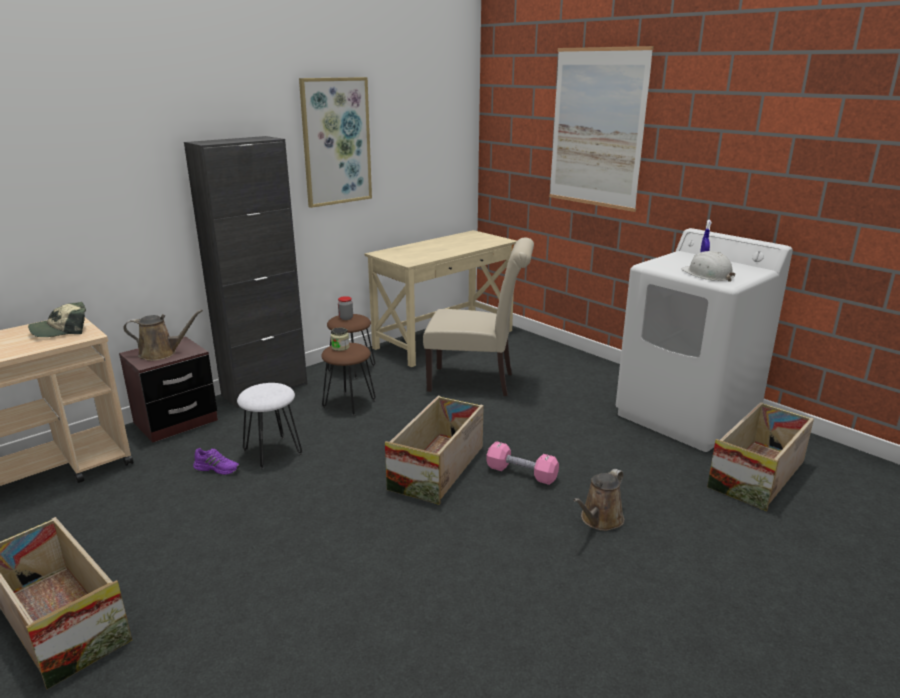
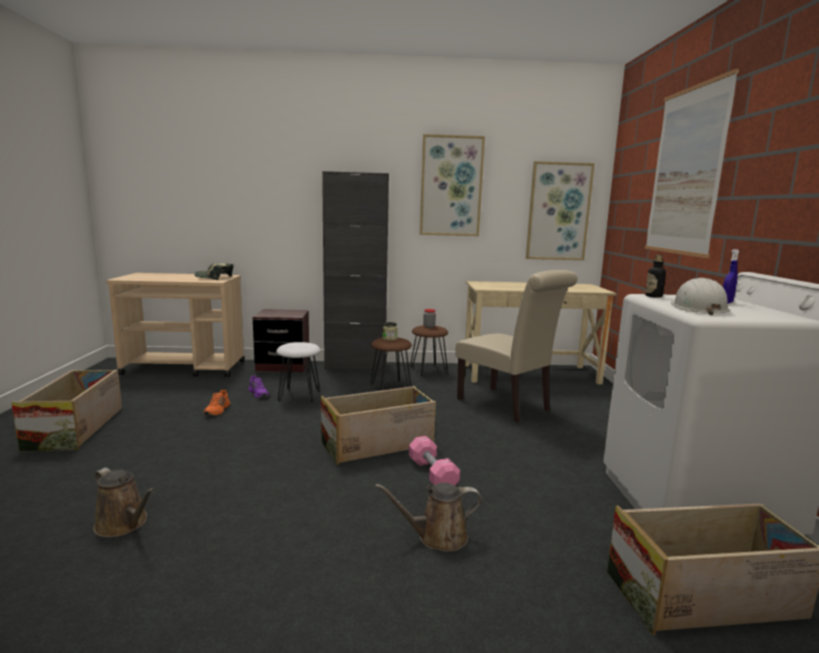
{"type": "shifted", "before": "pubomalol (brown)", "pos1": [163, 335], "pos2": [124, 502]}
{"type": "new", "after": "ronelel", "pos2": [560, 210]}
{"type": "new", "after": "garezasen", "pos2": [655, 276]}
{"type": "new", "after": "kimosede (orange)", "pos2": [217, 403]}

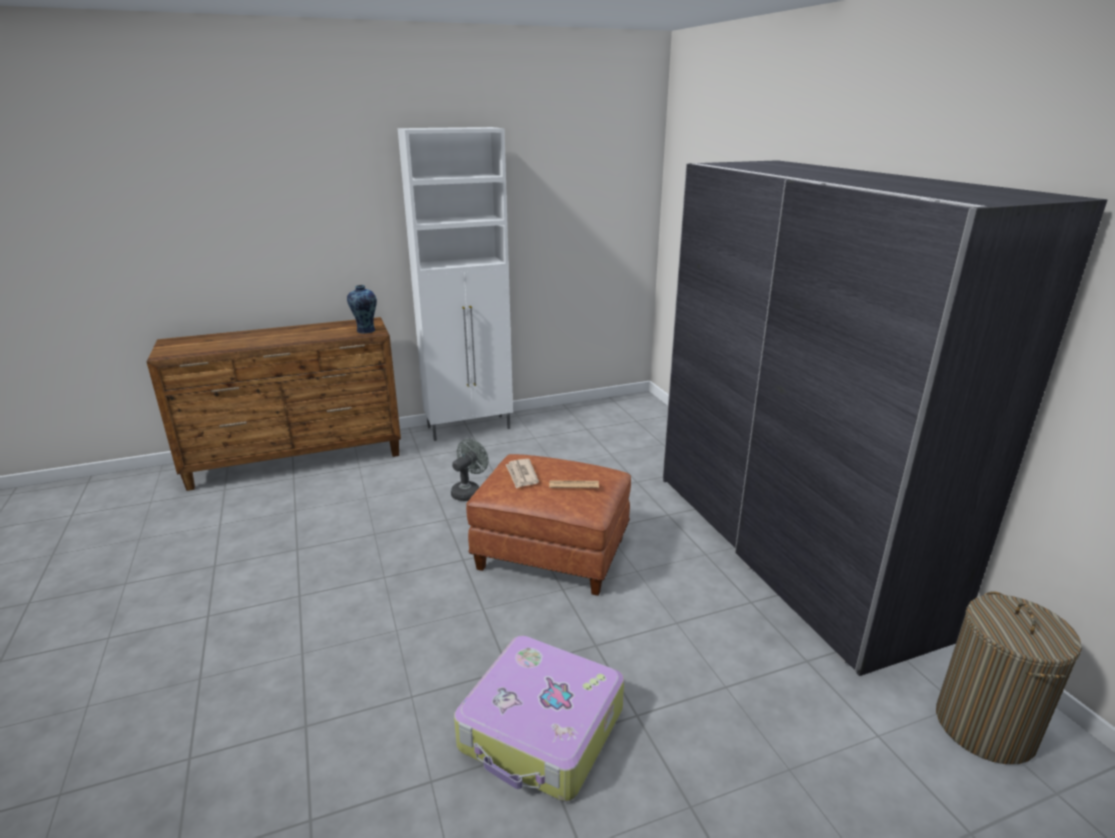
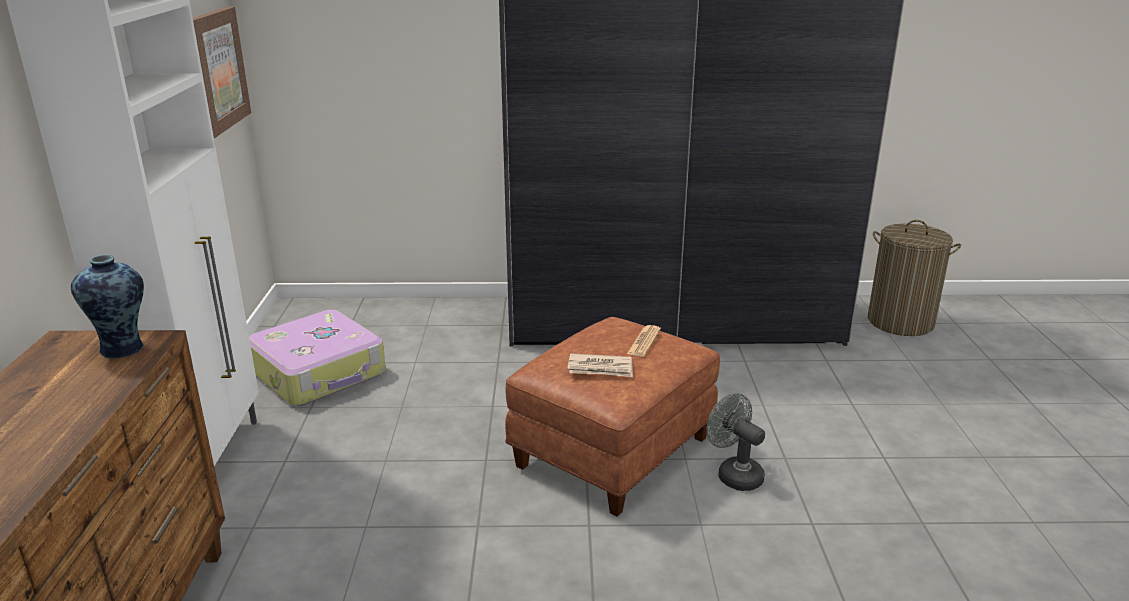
{"type": "shifted", "before": "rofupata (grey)", "pos1": [469, 470], "pos2": [735, 442]}
{"type": "shifted", "before": "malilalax", "pos1": [539, 718], "pos2": [317, 358]}
{"type": "new", "after": "ronelel", "pos2": [222, 72]}

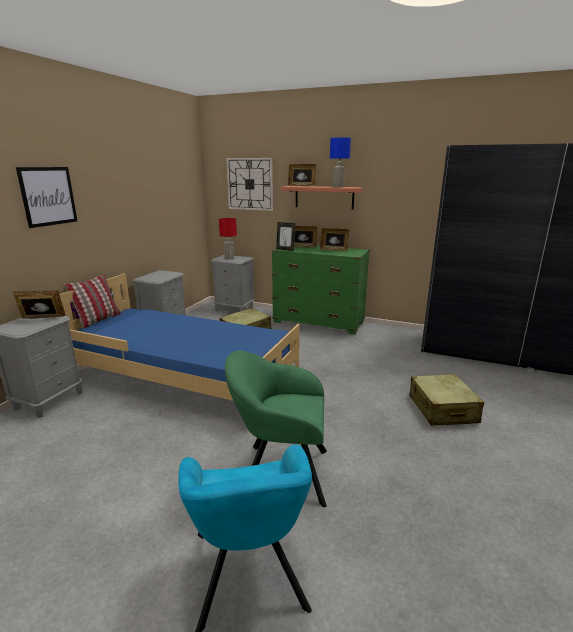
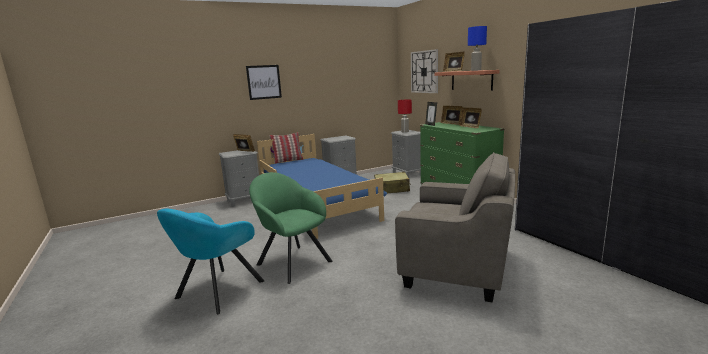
{"type": "swapped", "before": "malilalax (beige)", "after": "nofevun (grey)", "pos1": [446, 400], "pos2": [455, 227]}

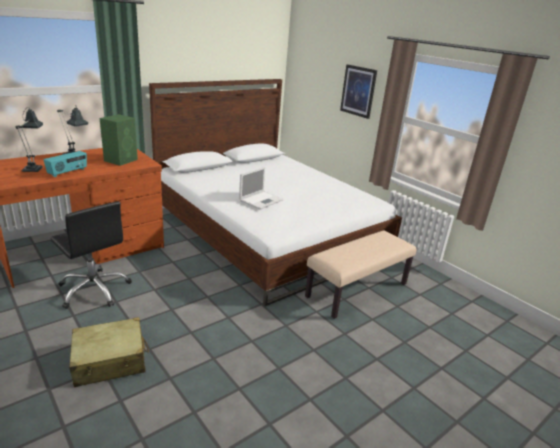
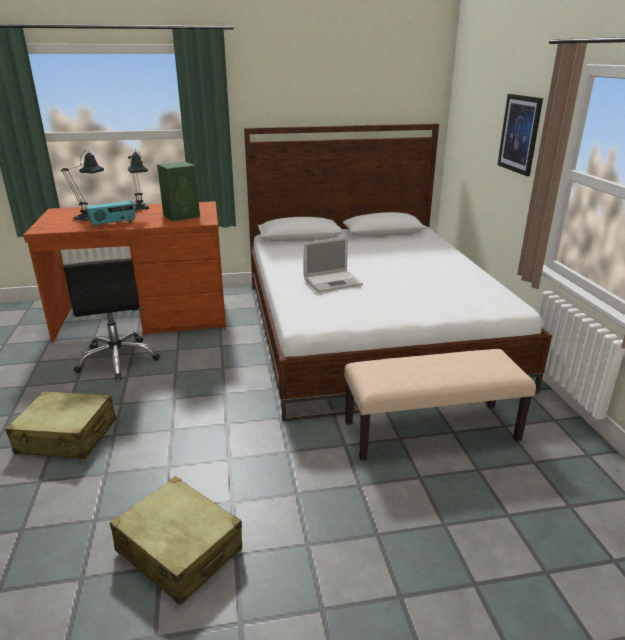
{"type": "new", "after": "malilalax (beige)", "pos2": [176, 540]}

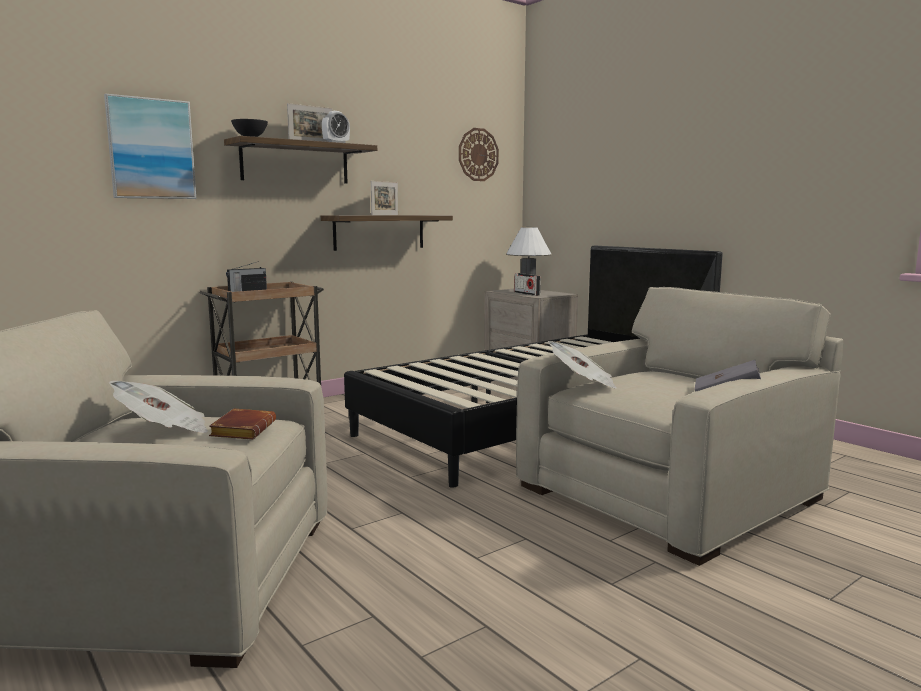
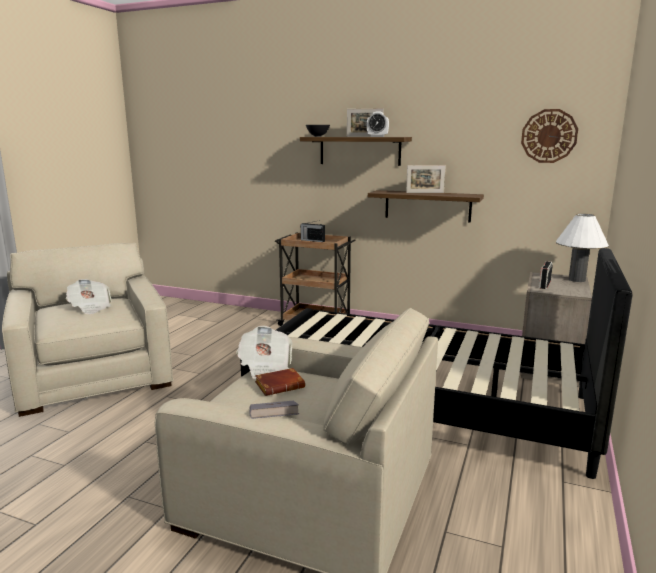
{"type": "gone", "before": "ronelel", "pos1": [150, 146]}
{"type": "shifted", "before": "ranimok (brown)", "pos1": [242, 424], "pos2": [280, 382]}

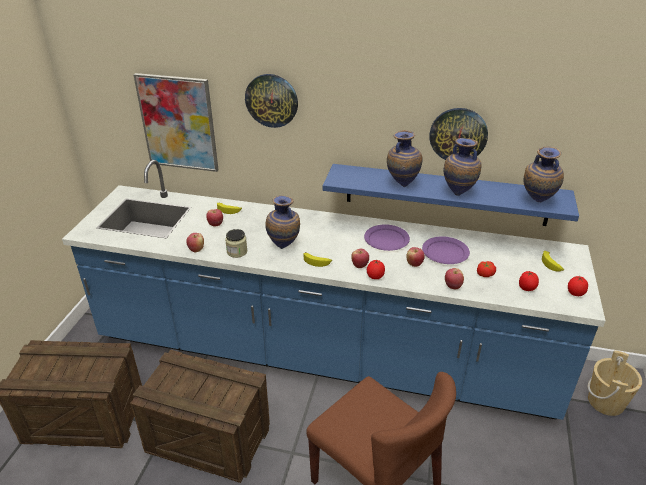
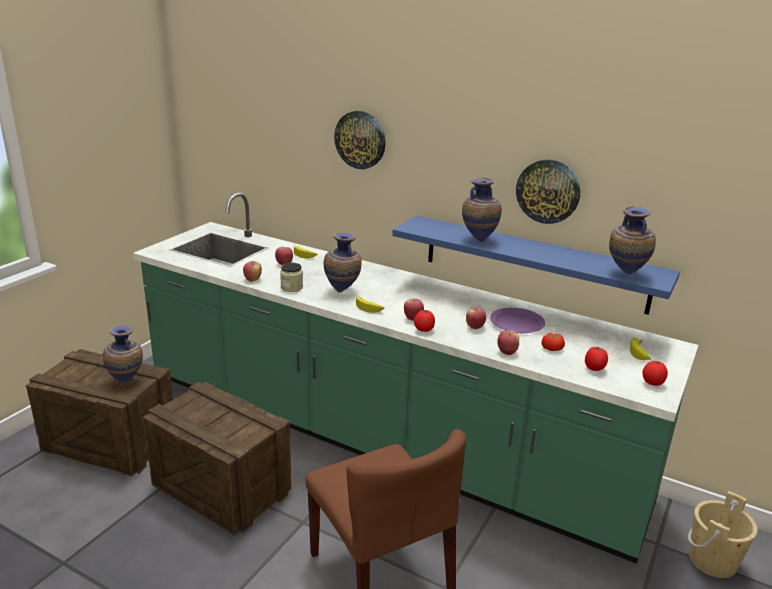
{"type": "gone", "before": "ronelel", "pos1": [175, 122]}
{"type": "shifted", "before": "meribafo", "pos1": [462, 167], "pos2": [123, 354]}
{"type": "repainted", "before": "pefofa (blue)", "after": "pefofa (green)", "pos1": [333, 290], "pos2": [415, 378]}
{"type": "gone", "before": "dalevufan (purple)", "pos1": [387, 237]}

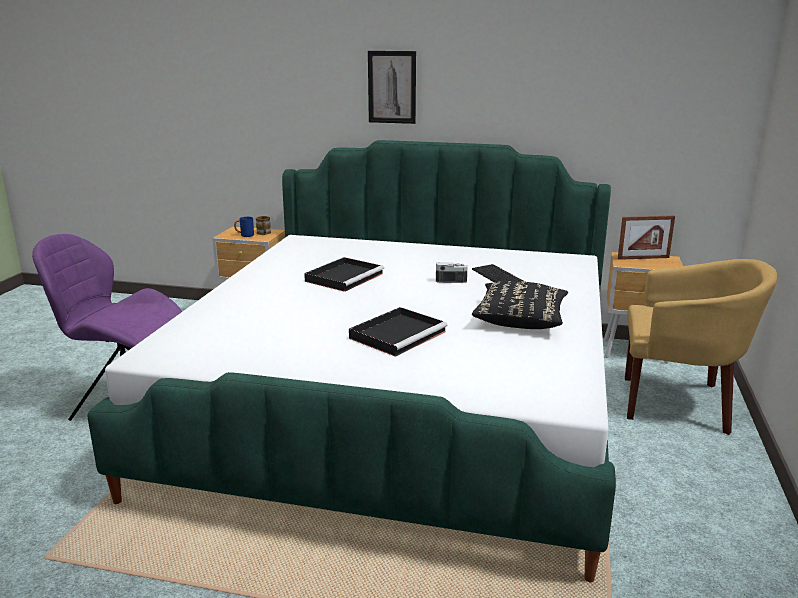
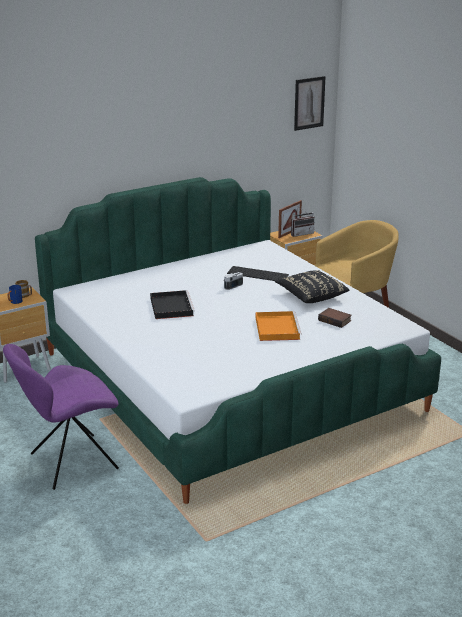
{"type": "shifted", "before": "ronelel", "pos1": [392, 87], "pos2": [310, 103]}
{"type": "repainted", "before": "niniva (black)", "after": "niniva (orange)", "pos1": [398, 332], "pos2": [279, 326]}
{"type": "new", "after": "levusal", "pos2": [303, 222]}
{"type": "new", "after": "ranimok", "pos2": [335, 318]}

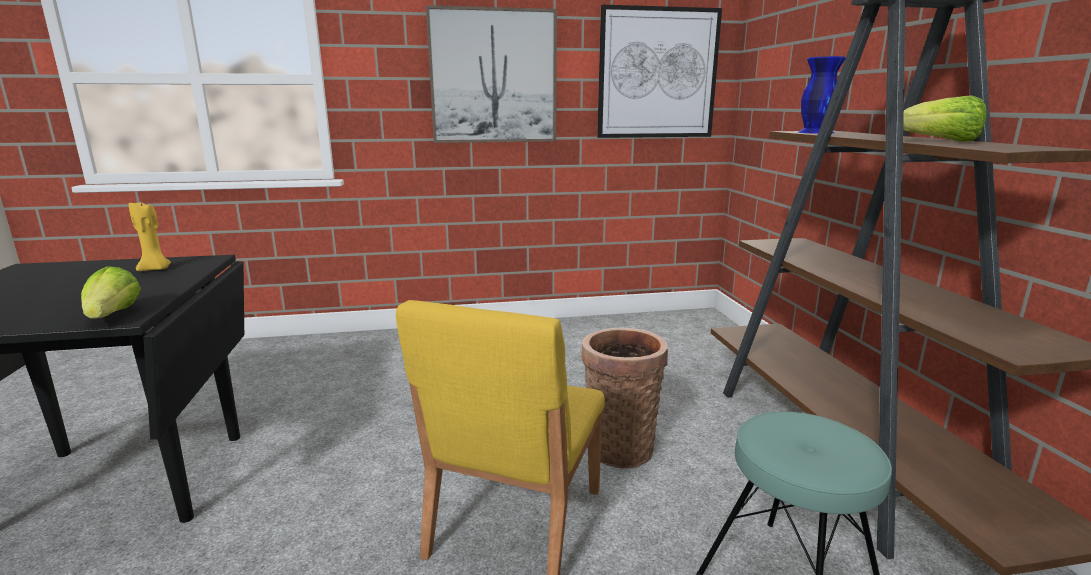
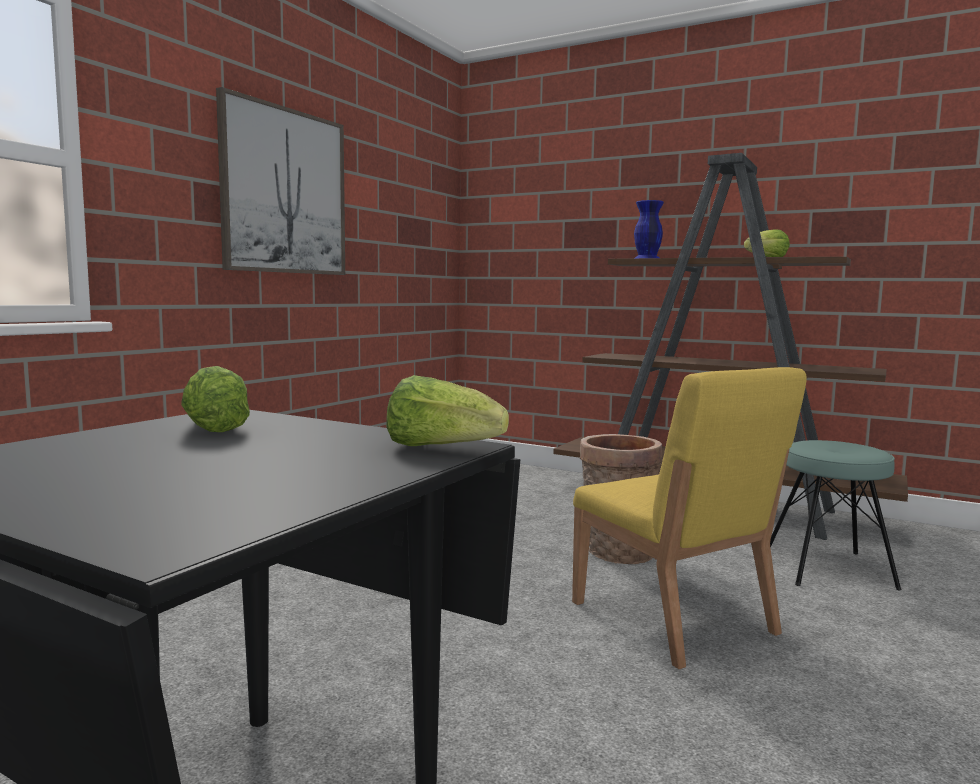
{"type": "gone", "before": "ronelel", "pos1": [659, 71]}
{"type": "swapped", "before": "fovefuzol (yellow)", "after": "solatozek", "pos1": [150, 235], "pos2": [215, 399]}

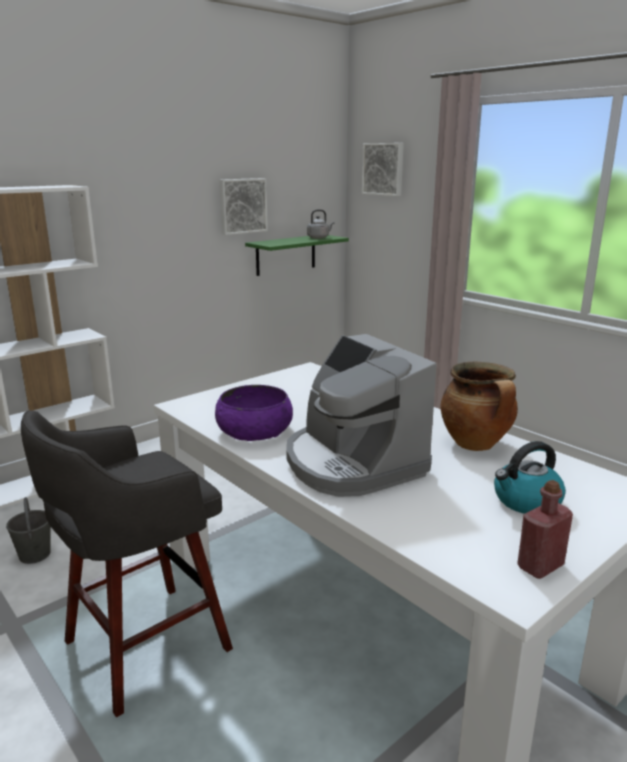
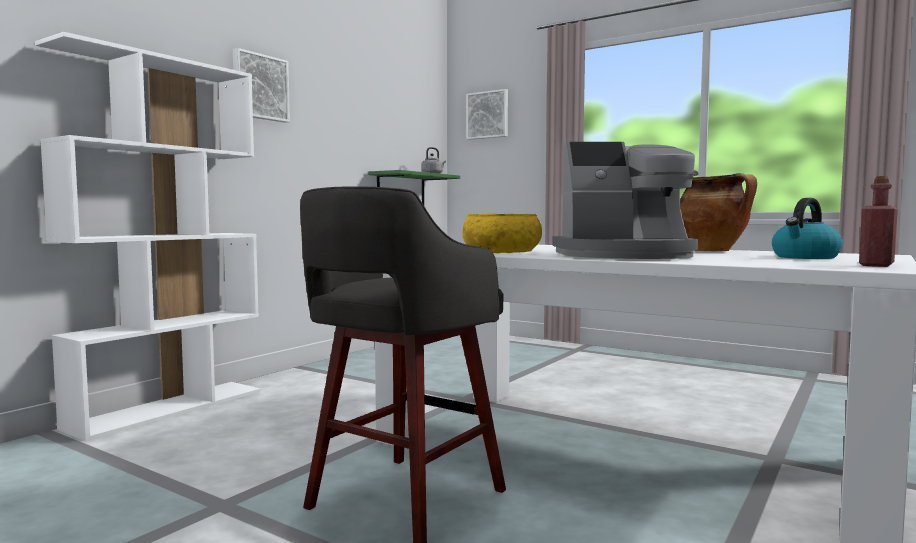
{"type": "shifted", "before": "ronelel", "pos1": [243, 206], "pos2": [261, 85]}
{"type": "rotated", "before": "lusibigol", "pos1": [361, 415], "pos2": [626, 200], "turn": -45}
{"type": "repainted", "before": "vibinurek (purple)", "after": "vibinurek (yellow)", "pos1": [254, 413], "pos2": [502, 233]}
{"type": "gone", "before": "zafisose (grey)", "pos1": [28, 530]}

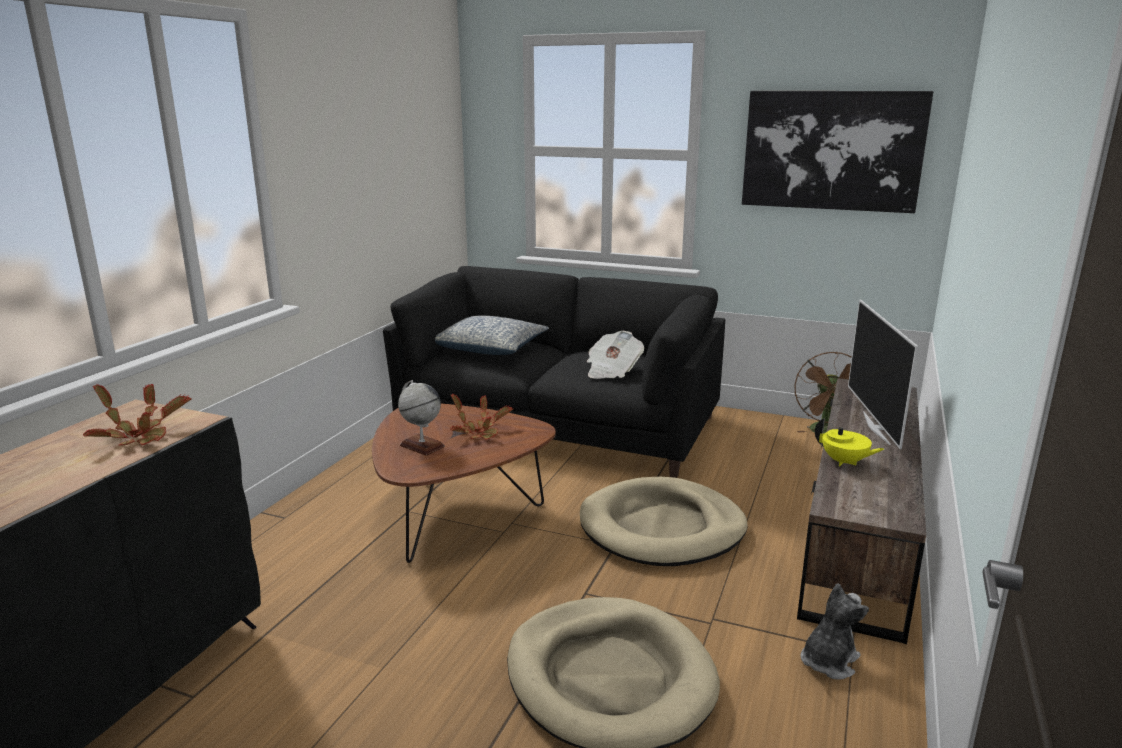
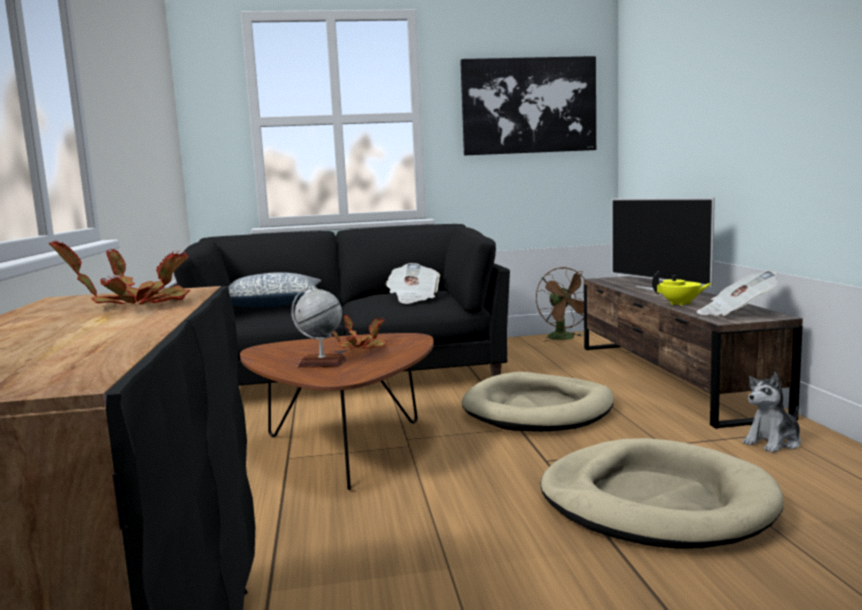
{"type": "rotated", "before": "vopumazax", "pos1": [834, 631], "pos2": [771, 412], "turn": -135}
{"type": "new", "after": "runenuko", "pos2": [737, 293]}

